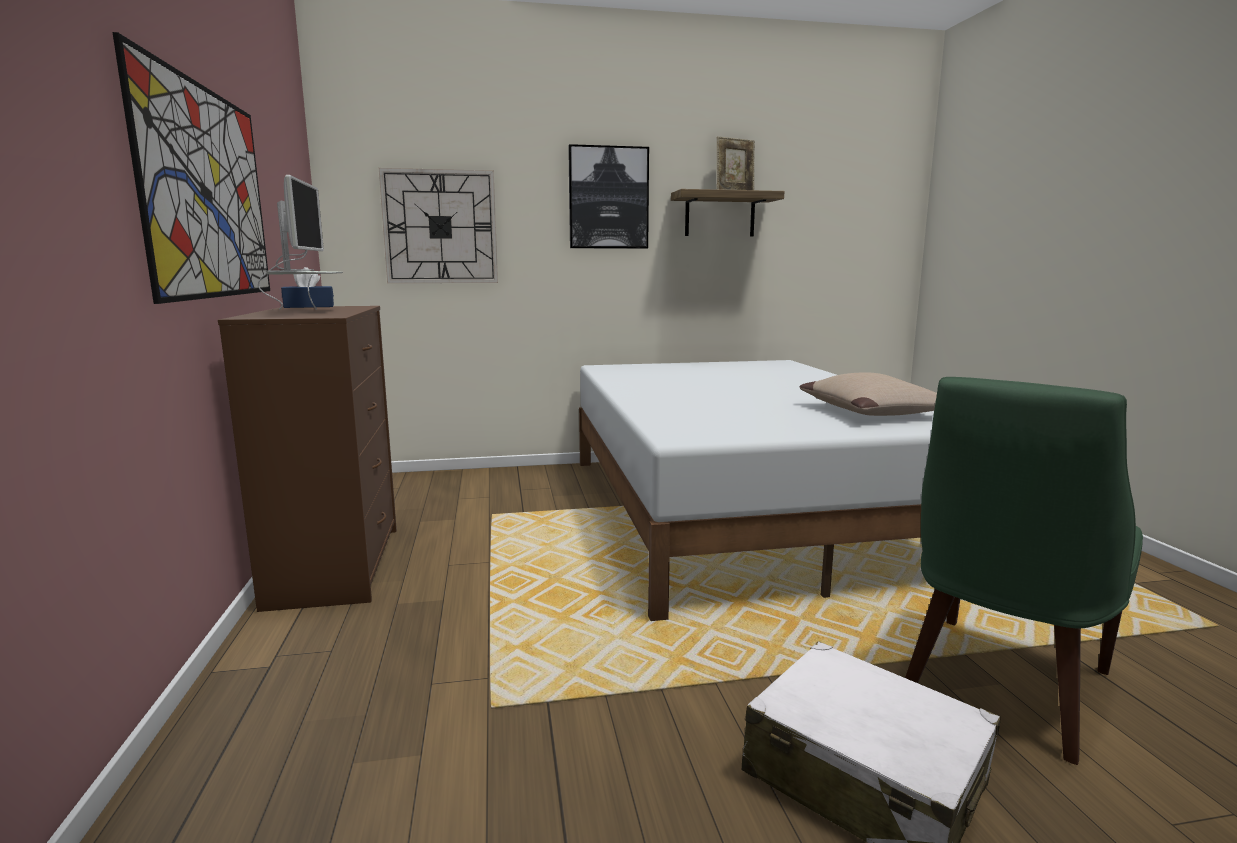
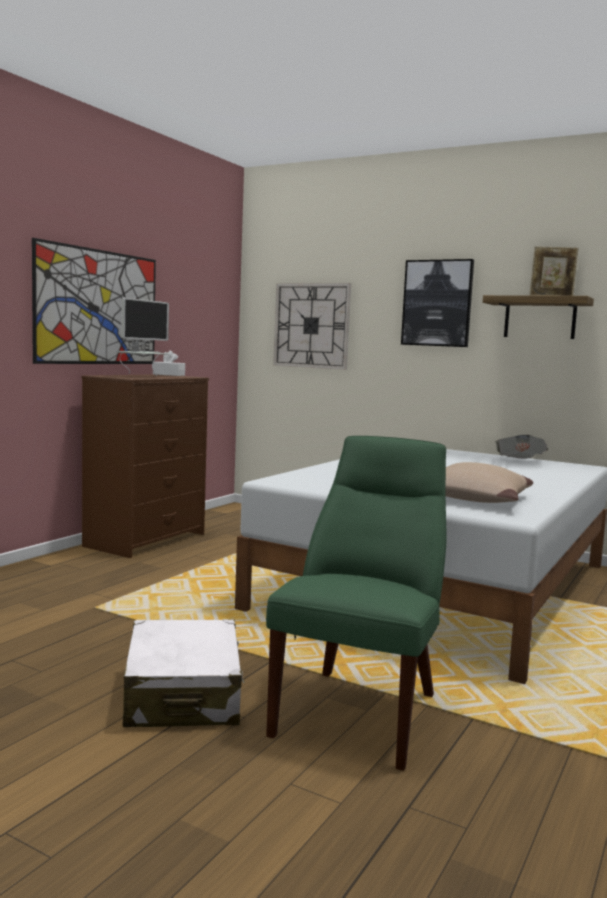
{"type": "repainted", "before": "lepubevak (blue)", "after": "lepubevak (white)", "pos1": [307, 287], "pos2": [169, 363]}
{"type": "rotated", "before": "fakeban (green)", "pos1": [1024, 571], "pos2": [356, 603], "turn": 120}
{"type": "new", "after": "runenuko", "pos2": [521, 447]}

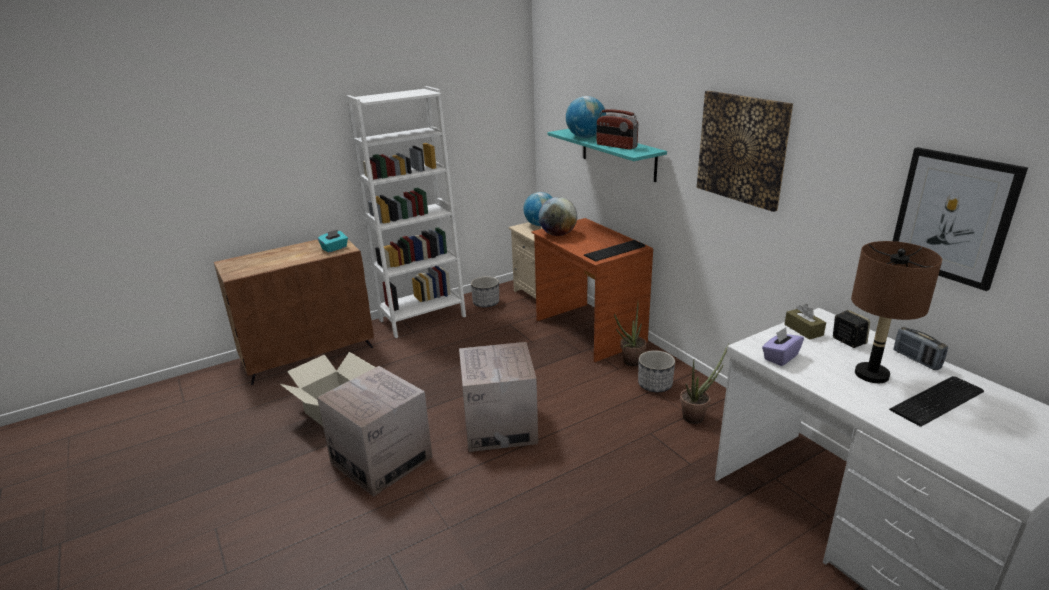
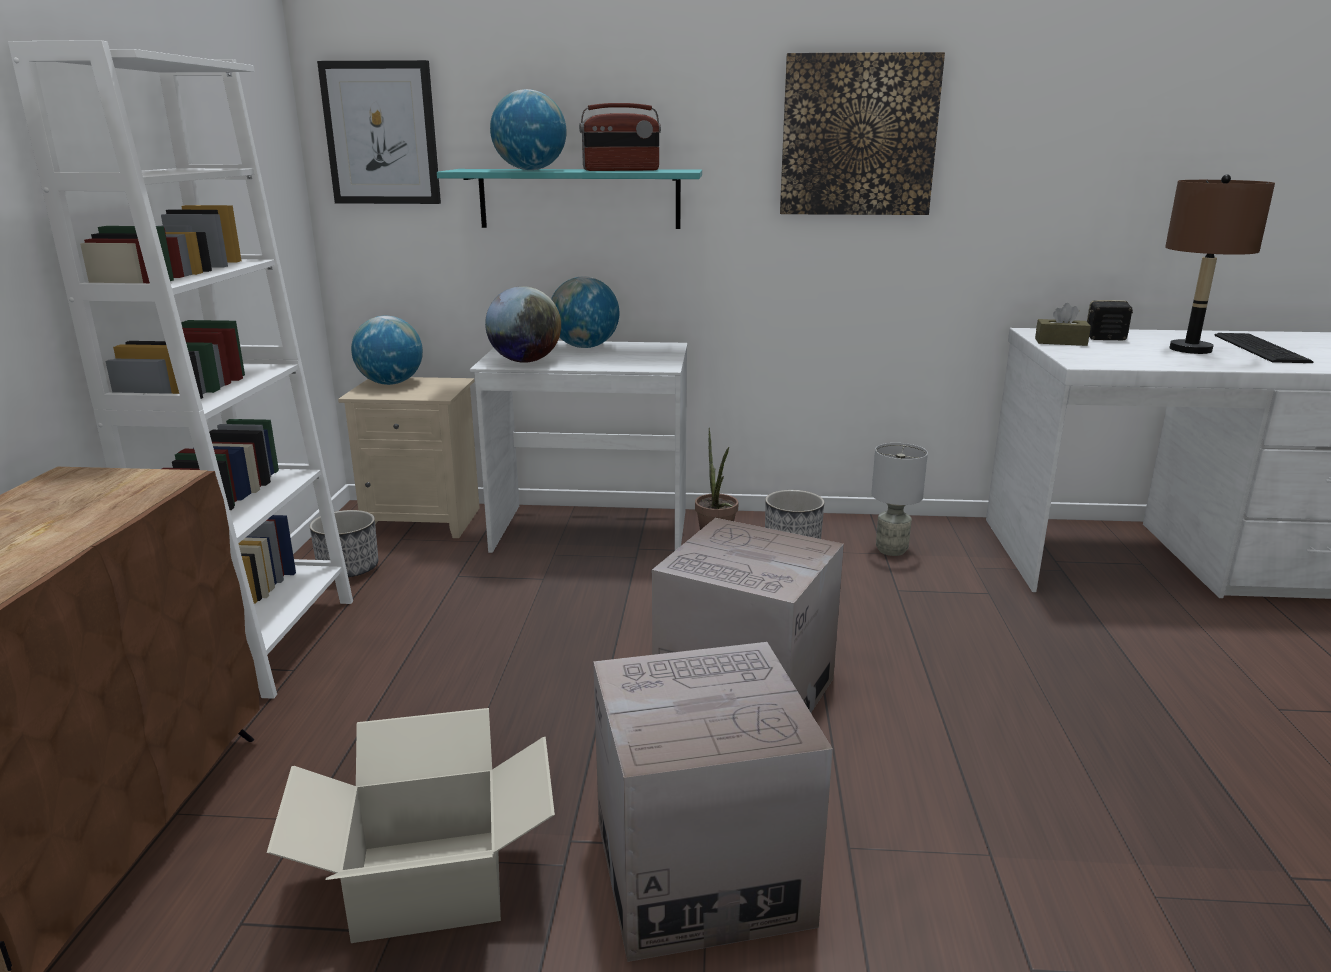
{"type": "shifted", "before": "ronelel", "pos1": [960, 219], "pos2": [379, 132]}
{"type": "repainted", "before": "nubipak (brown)", "after": "nubipak (white)", "pos1": [592, 290], "pos2": [578, 447]}
{"type": "gone", "before": "lepubevak (turquoise)", "pos1": [333, 241]}
{"type": "gone", "before": "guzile", "pos1": [614, 250]}
{"type": "gone", "before": "lepubevak (purple)", "pos1": [783, 346]}
{"type": "gone", "before": "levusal", "pos1": [920, 348]}
{"type": "swapped", "before": "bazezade", "after": "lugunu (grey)", "pos1": [704, 384], "pos2": [899, 499]}
{"type": "new", "after": "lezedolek", "pos2": [585, 312]}

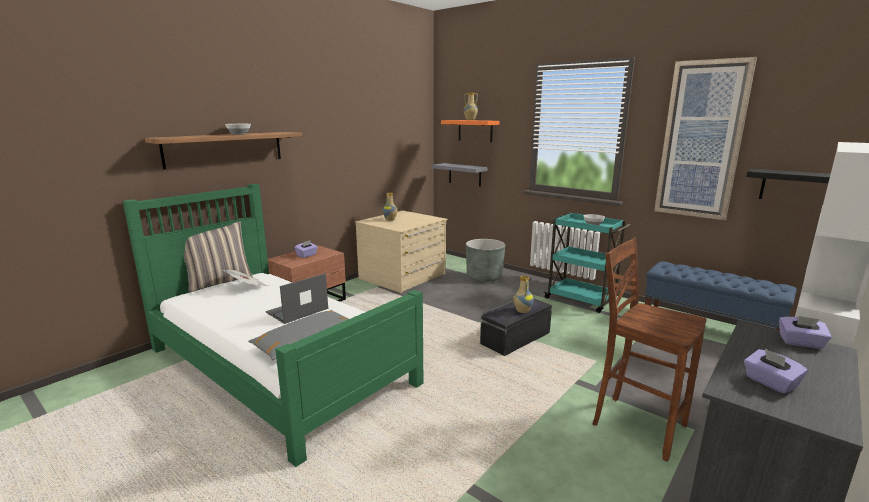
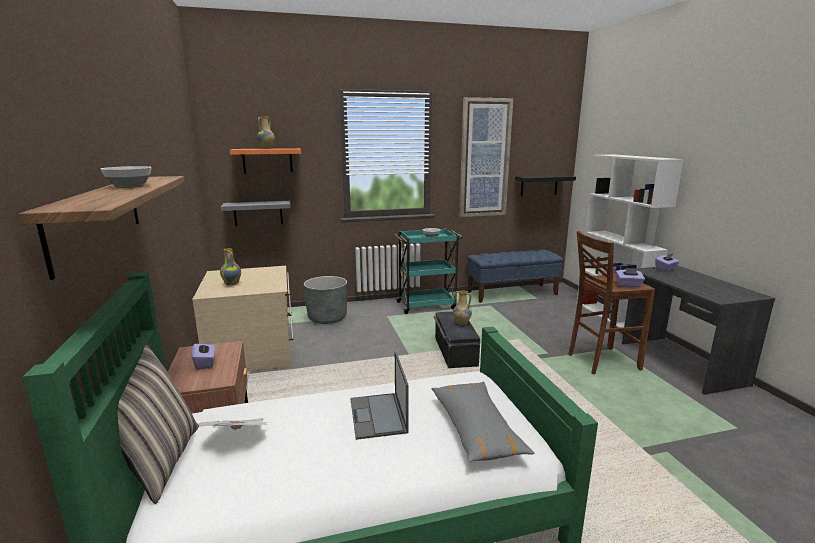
{"type": "shifted", "before": "lepubevak (purple)", "pos1": [776, 371], "pos2": [630, 277]}

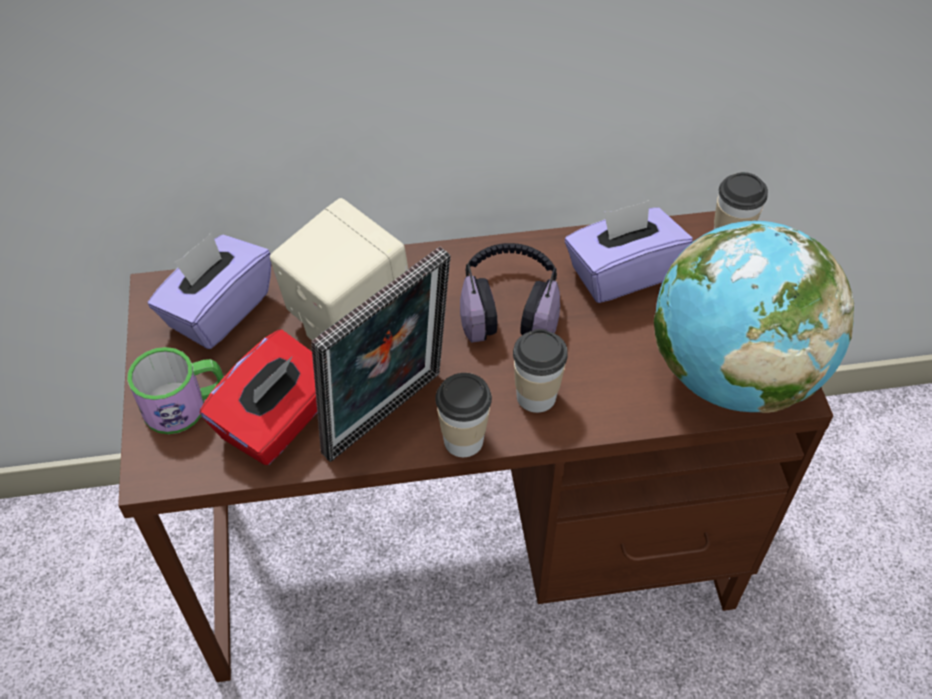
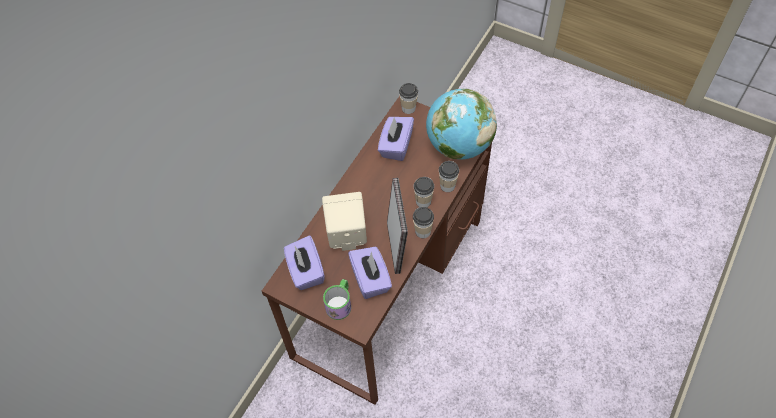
{"type": "gone", "before": "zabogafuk", "pos1": [510, 293]}
{"type": "repainted", "before": "lepubevak (red)", "after": "lepubevak (purple)", "pos1": [258, 397], "pos2": [370, 273]}
{"type": "new", "after": "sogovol", "pos2": [449, 176]}

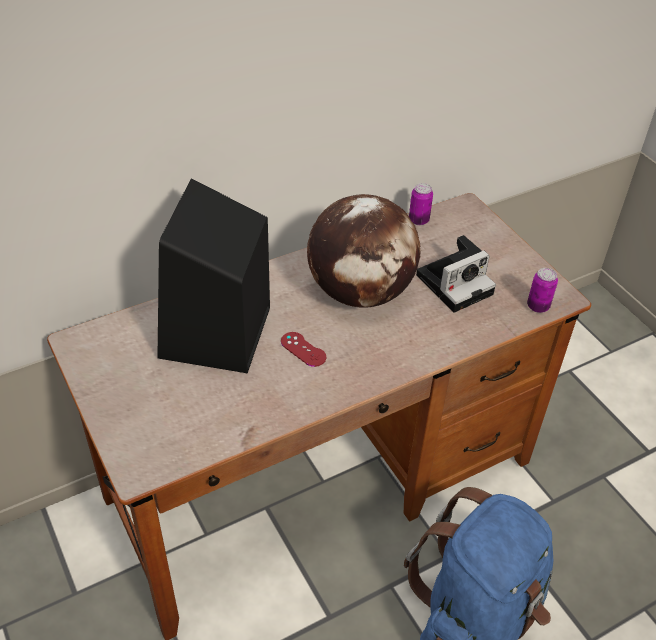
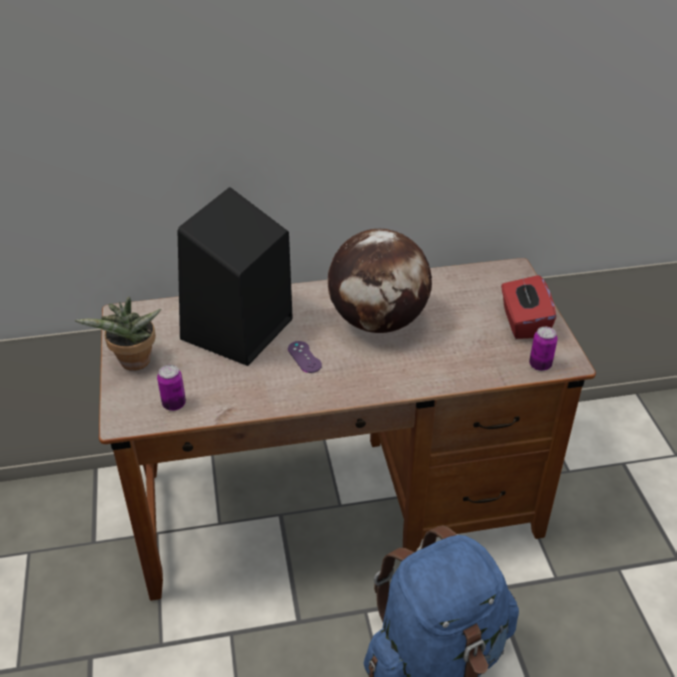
{"type": "shifted", "before": "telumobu", "pos1": [421, 204], "pos2": [171, 388]}
{"type": "gone", "before": "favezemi", "pos1": [456, 274]}
{"type": "repainted", "before": "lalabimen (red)", "after": "lalabimen (purple)", "pos1": [303, 349], "pos2": [305, 357]}
{"type": "new", "after": "lepubevak (red)", "pos2": [528, 307]}
{"type": "new", "after": "bazezade", "pos2": [117, 334]}

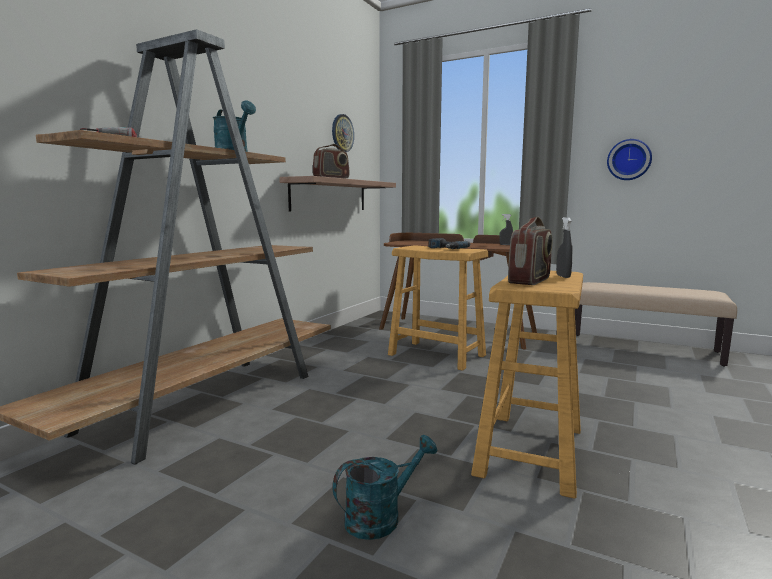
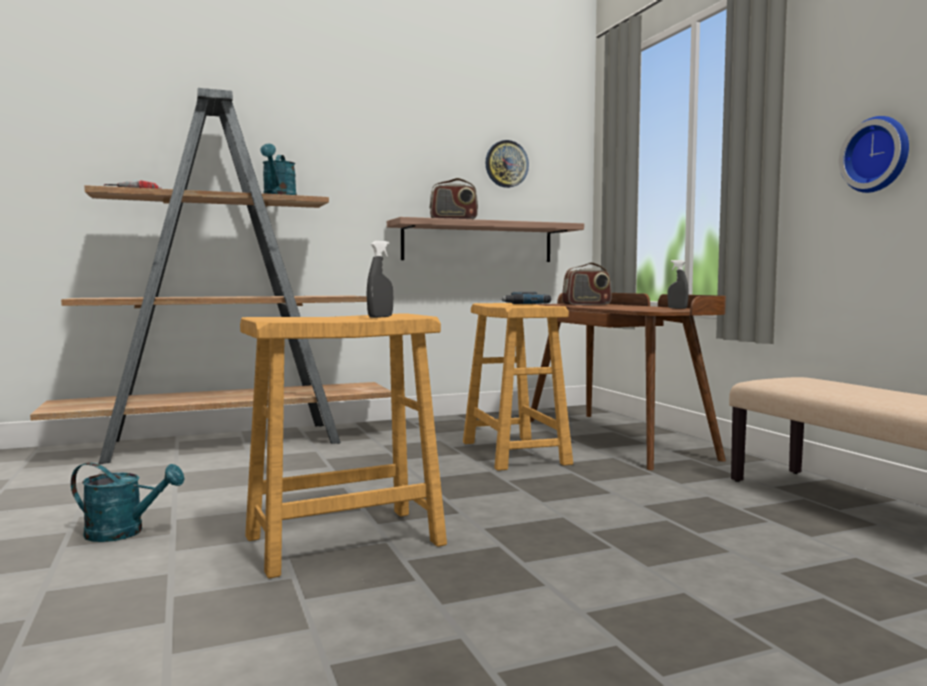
{"type": "shifted", "before": "levusal", "pos1": [530, 251], "pos2": [587, 283]}

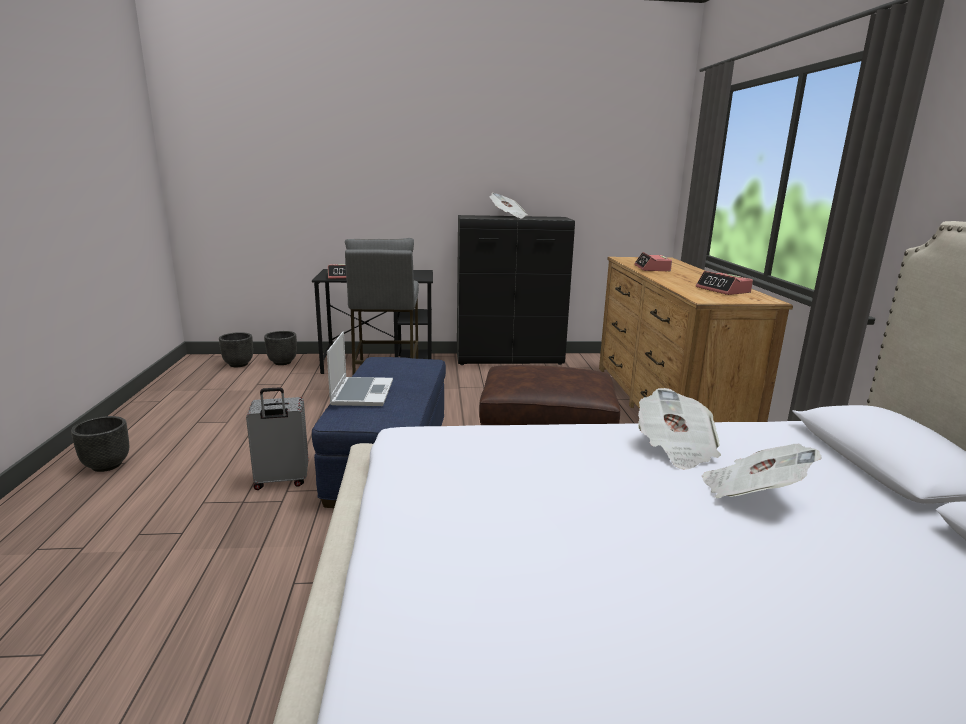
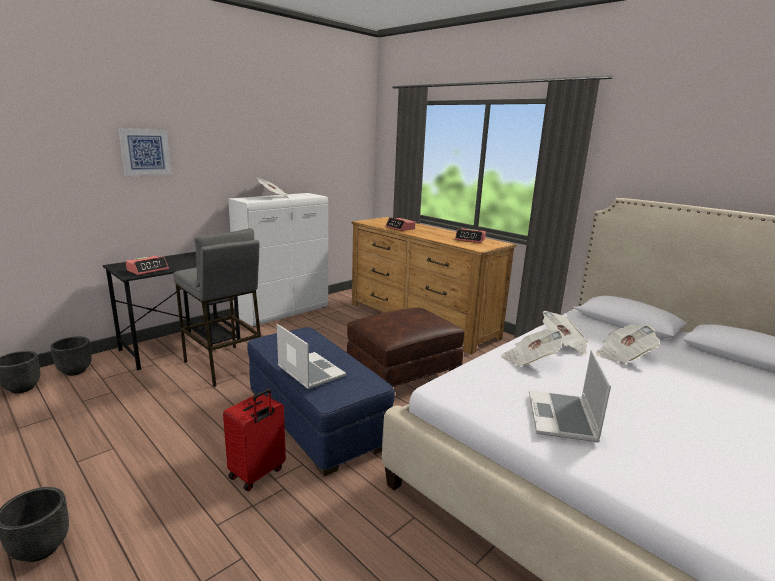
{"type": "repainted", "before": "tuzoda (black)", "after": "tuzoda (white)", "pos1": [516, 290], "pos2": [278, 260]}
{"type": "repainted", "before": "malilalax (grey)", "after": "malilalax (red)", "pos1": [277, 438], "pos2": [254, 440]}
{"type": "new", "after": "ronelel", "pos2": [145, 152]}
{"type": "new", "after": "runenuko", "pos2": [533, 348]}
{"type": "new", "after": "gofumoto", "pos2": [570, 396]}

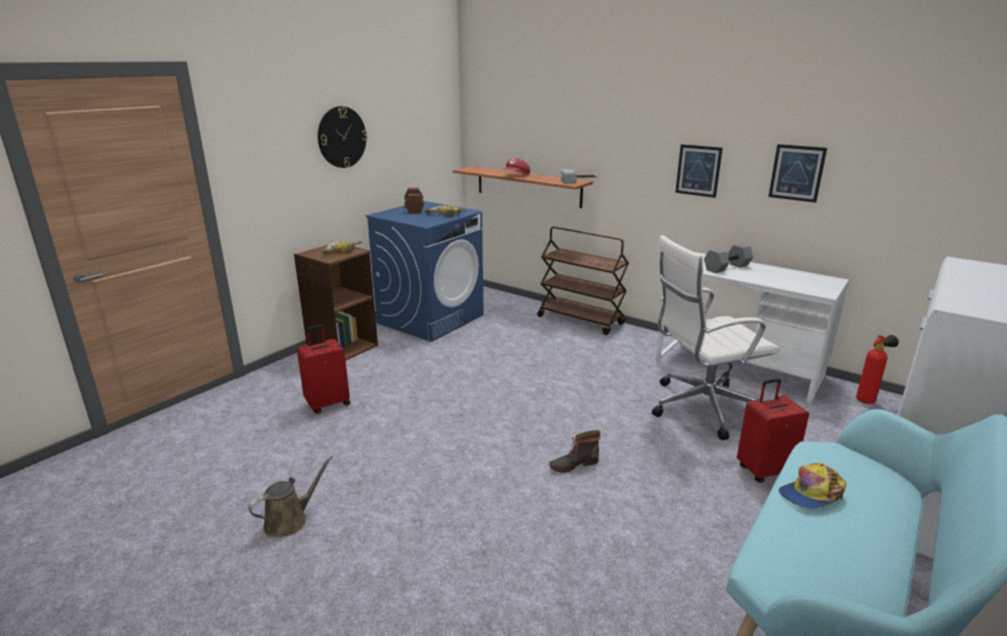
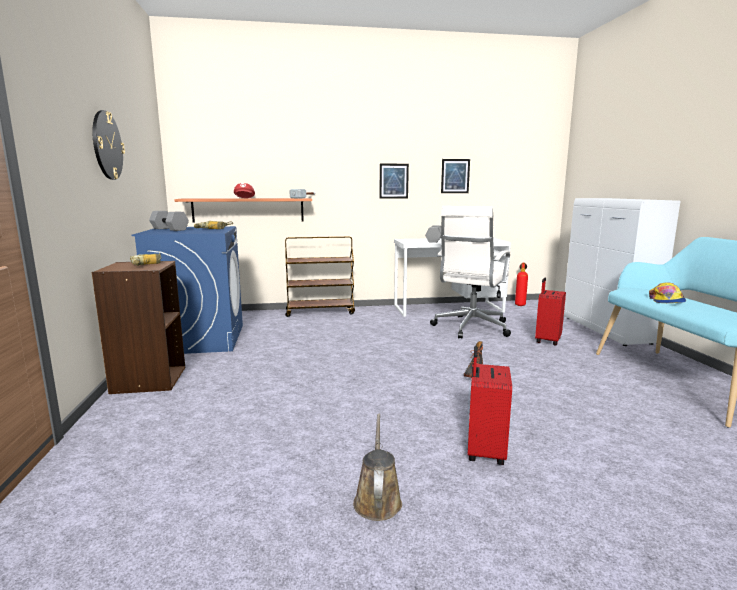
{"type": "repainted", "before": "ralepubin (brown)", "after": "ralepubin (grey)", "pos1": [414, 201], "pos2": [169, 221]}
{"type": "shifted", "before": "malilalax (red)", "pos1": [323, 369], "pos2": [490, 405]}

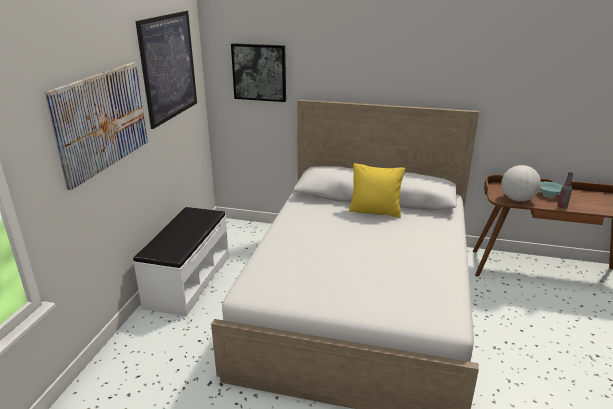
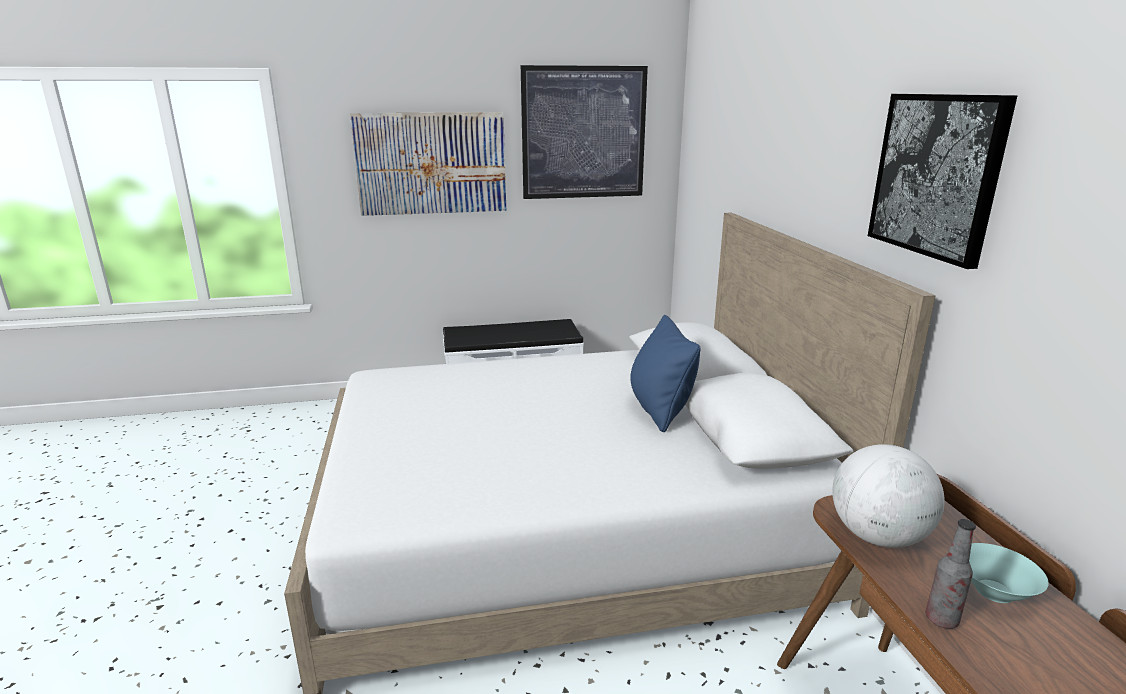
{"type": "shifted", "before": "ronelel", "pos1": [258, 72], "pos2": [943, 181]}
{"type": "repainted", "before": "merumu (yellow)", "after": "merumu (blue)", "pos1": [377, 190], "pos2": [665, 373]}

